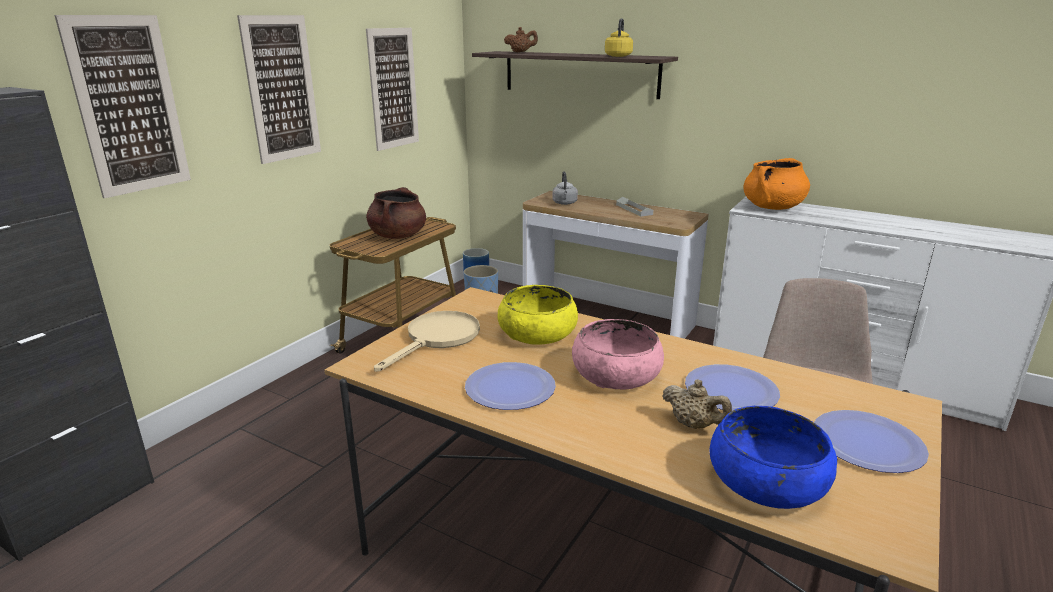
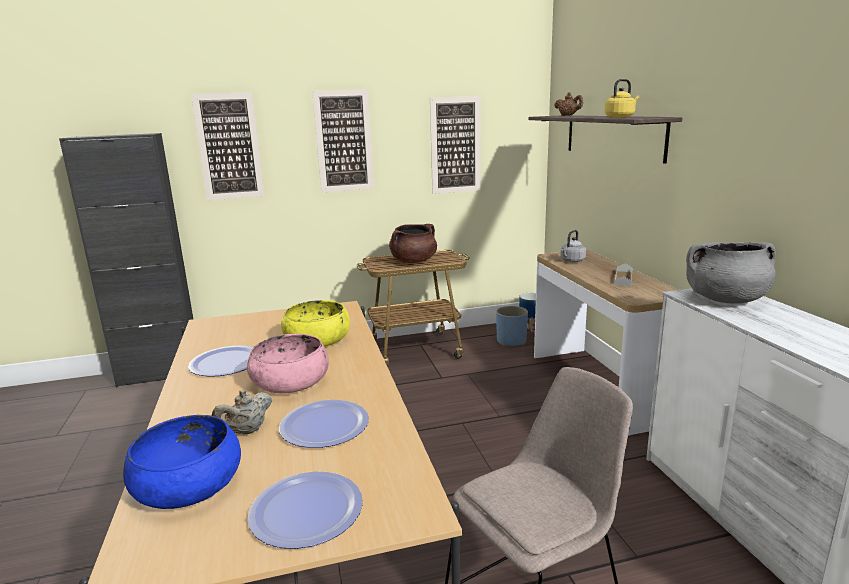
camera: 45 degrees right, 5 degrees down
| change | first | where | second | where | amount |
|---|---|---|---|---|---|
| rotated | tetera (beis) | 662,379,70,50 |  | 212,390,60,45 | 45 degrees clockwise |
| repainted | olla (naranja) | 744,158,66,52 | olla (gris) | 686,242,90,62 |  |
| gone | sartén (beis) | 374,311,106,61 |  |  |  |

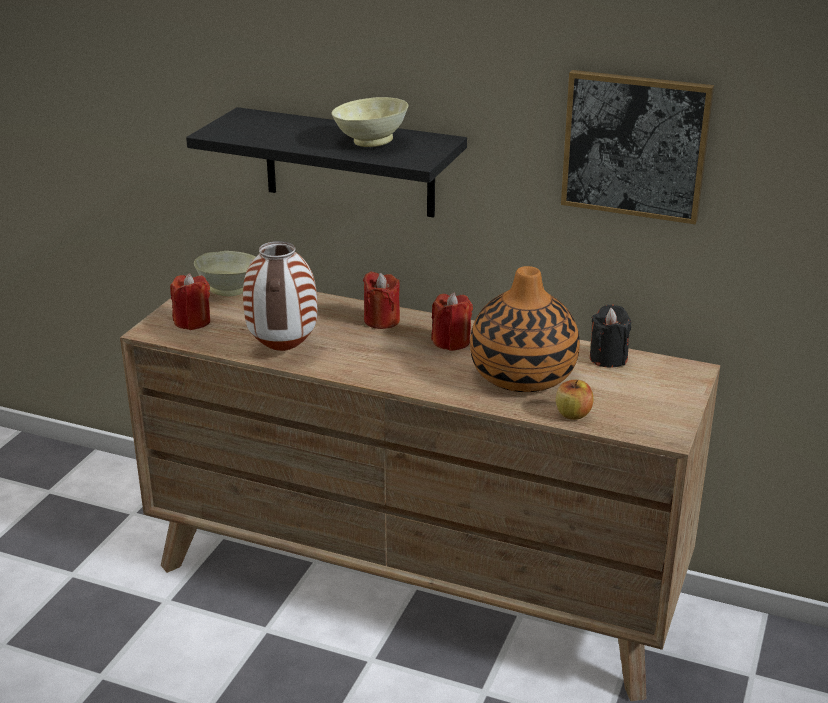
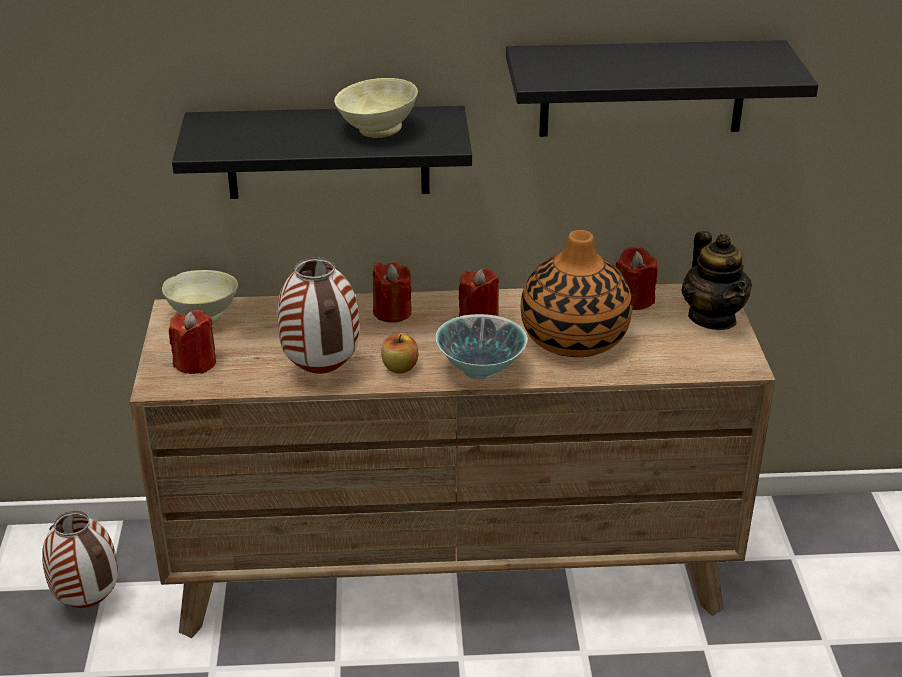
camera: 25 degrees left, 5 degrees up
| change | first | where | second | where | amount |
|---|---|---|---|---|---|
| new |  |  | florero | 42,511,76,97 |  |
| shifted | manzana | 556,380,37,40 |  | 381,333,38,41 |  |
| new |  |  | cuenco | 435,314,92,65 |  |
| swapped | cuadro | 561,70,153,154 | estante (negro) | 506,40,312,97 |  |
| repainted | vela (negro) | 590,304,41,64 | vela (rojo) | 616,247,41,63 |  |
| new |  |  | tetera | 682,231,70,99 |  |

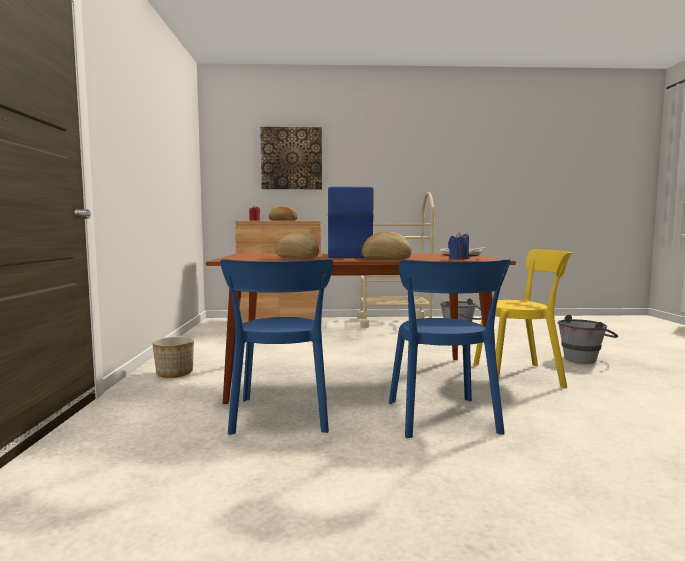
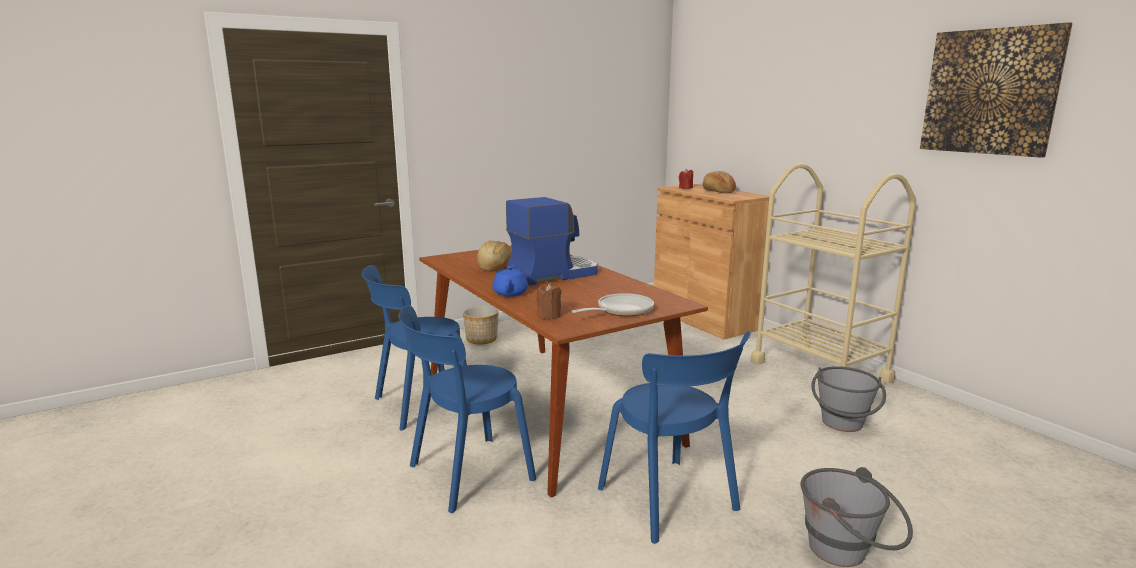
camera: 60 degrees right, 10 degrees up
| change | first | where | second | where | amount |
|---|---|---|---|---|---|
| swapped | pan | 362,232,49,28 | tetera (azul) | 492,265,36,32 |  |
| repainted | vela (azul) | 448,232,21,27 | vela (marrón) | 537,283,24,36 |  |
| repainted | silla (amarillo) | 473,249,100,139 | silla (azul) | 598,331,152,213 |  |
| shifted | cuadro | 260,127,62,62 |  | 920,22,153,136 |  |

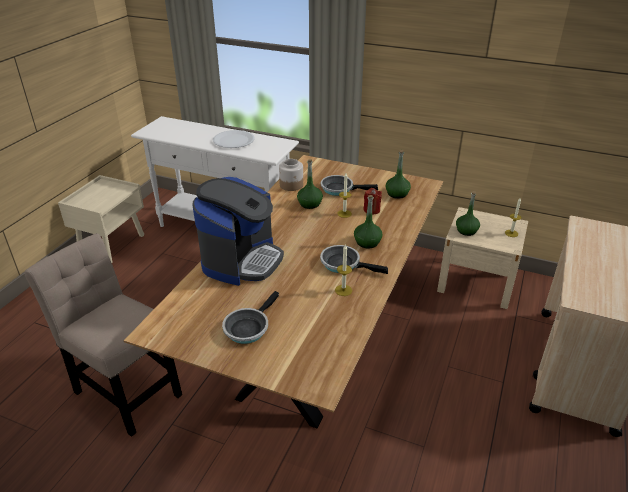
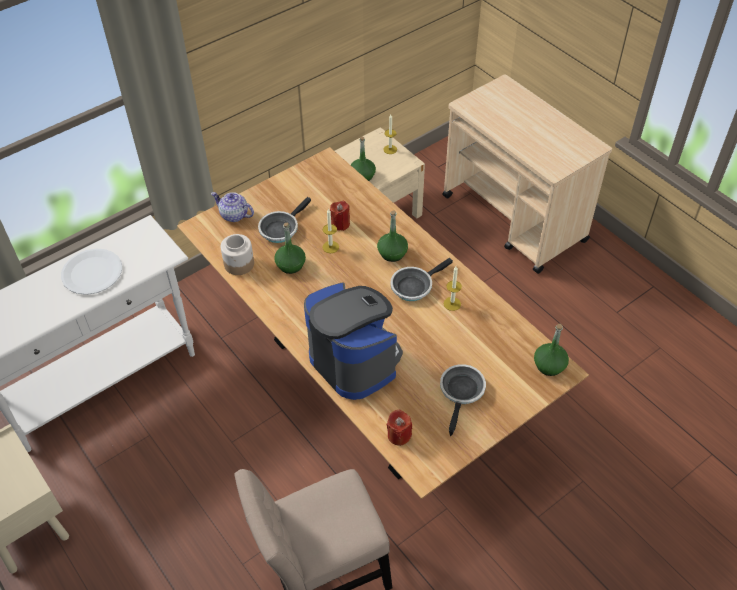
camera: 60 degrees left, 15 degrees up
| change | first | where | second | where | amount |
|---|---|---|---|---|---|
| new |  |  | tetera | 211,192,43,30 |  |
| new |  |  | vela (rojo) | 387,409,25,37 |  |
| rotated | sartén | 222,291,57,53 |  | 440,364,46,72 | 135 degrees counterclockwise |
| shifted | botella (verde) | 386,150,25,49 |  | 534,324,35,52 |  |

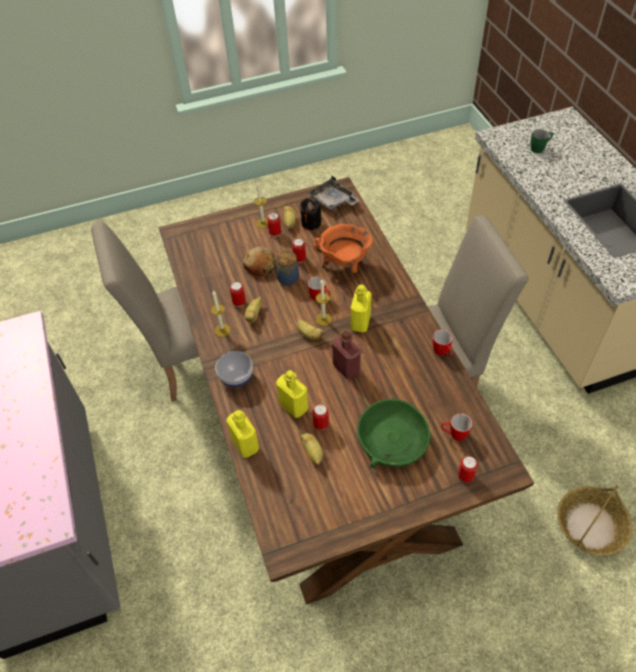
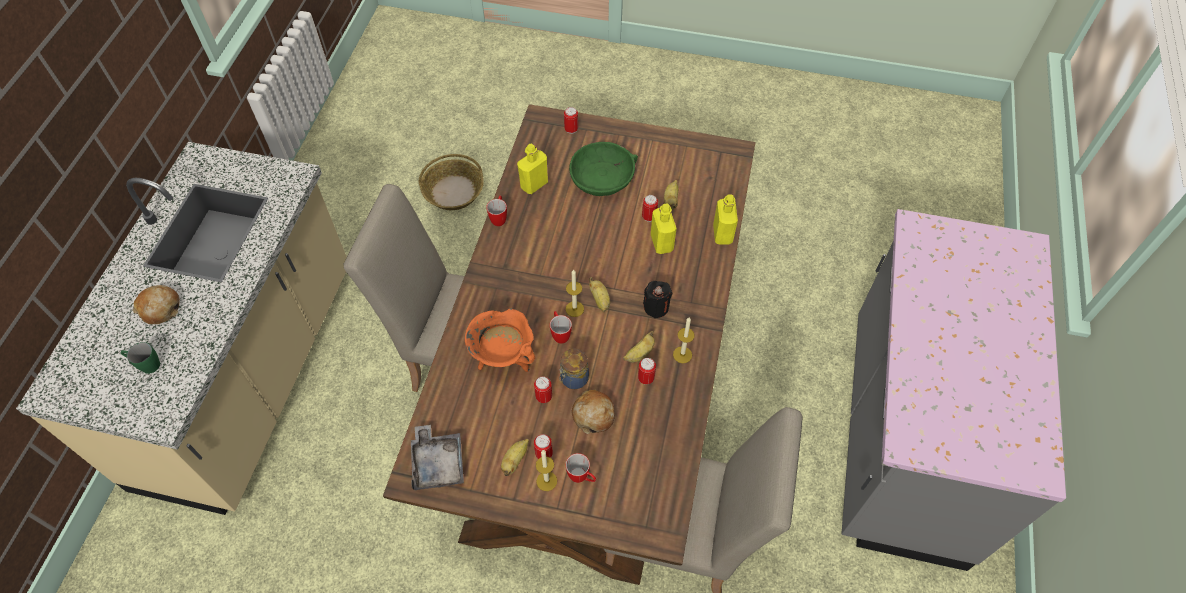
camera: 150 degrees left, 5 degrees up
| change | first | where | second | where | amount |
|---|---|---|---|---|---|
| new |  |  | pan | 133,285,47,39 |  |
| shifted | botella (amarillo) | 351,284,21,48 |  | 517,143,31,51 |  |
| shifted | taza grande | 441,413,32,28 |  | 566,453,30,30 |  |
| shifted | vela (negro) | 301,198,20,32 |  | 643,281,29,37 |  |
| gone | cuenco | 215,351,38,37 |  |  |  |
| gone | botella (rojo) | 332,331,29,48 |  |  |  |

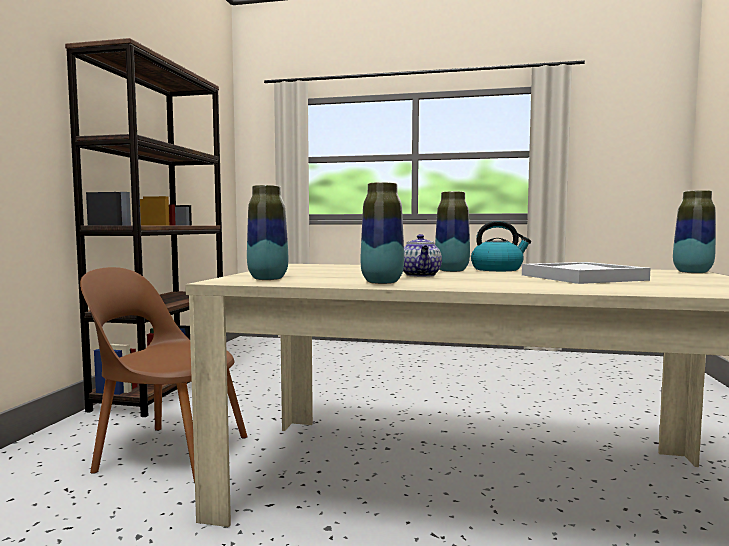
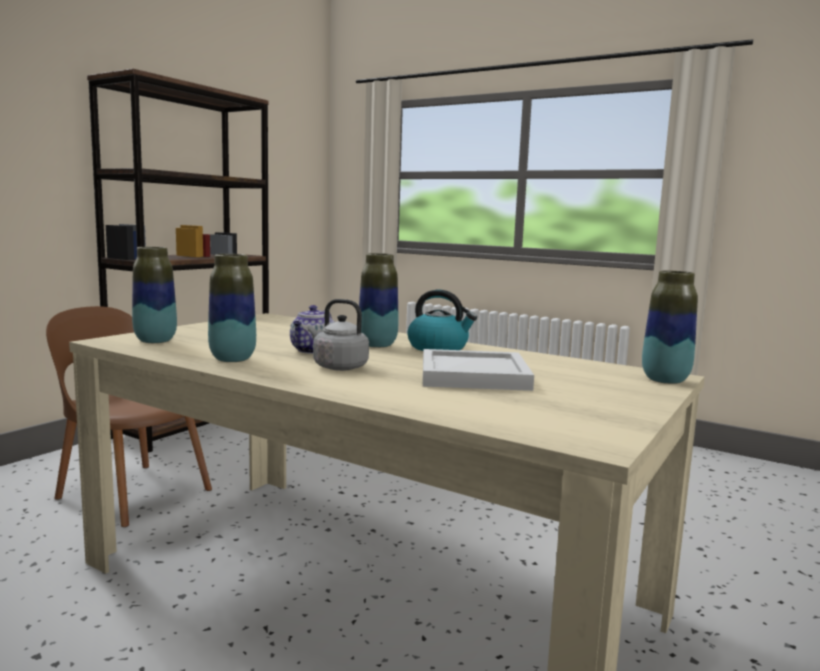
camera: 20 degrees right, 5 degrees up
| change | first | where | second | where | amount |
|---|---|---|---|---|---|
| new |  |  | hervidor (gris) | 308,299,61,72 |  |

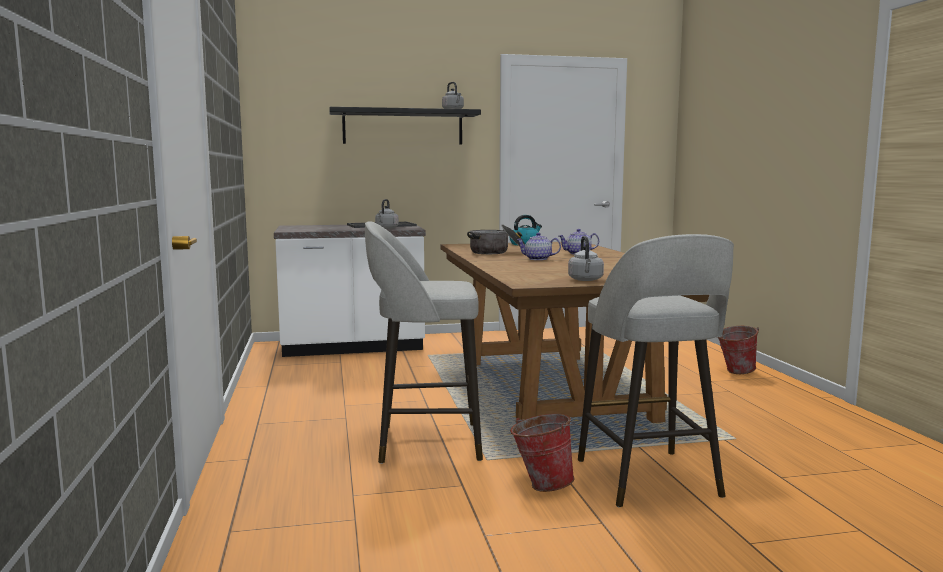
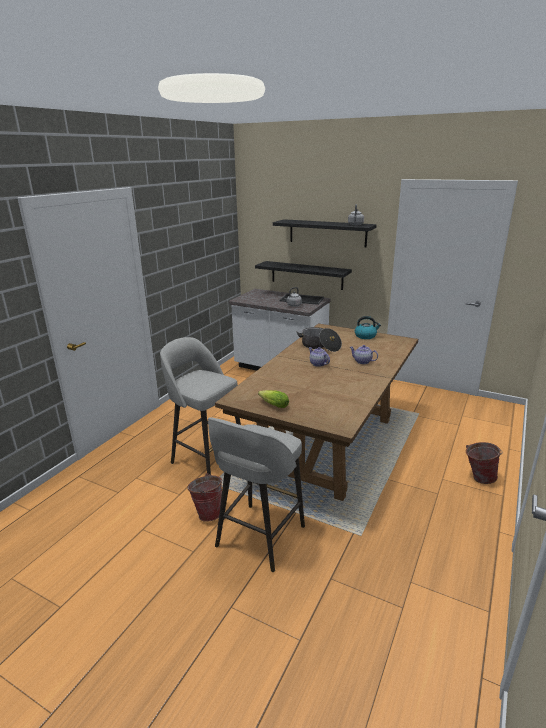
camera: 40 degrees right, 15 degrees up
| change | first | where | second | where | amount |
|---|---|---|---|---|---|
| new |  |  | estante (negro) | 255,261,97,29 |  |
| swapped | hervidor (gris) | 568,236,36,45 | lechuga | 258,390,31,18 |  |

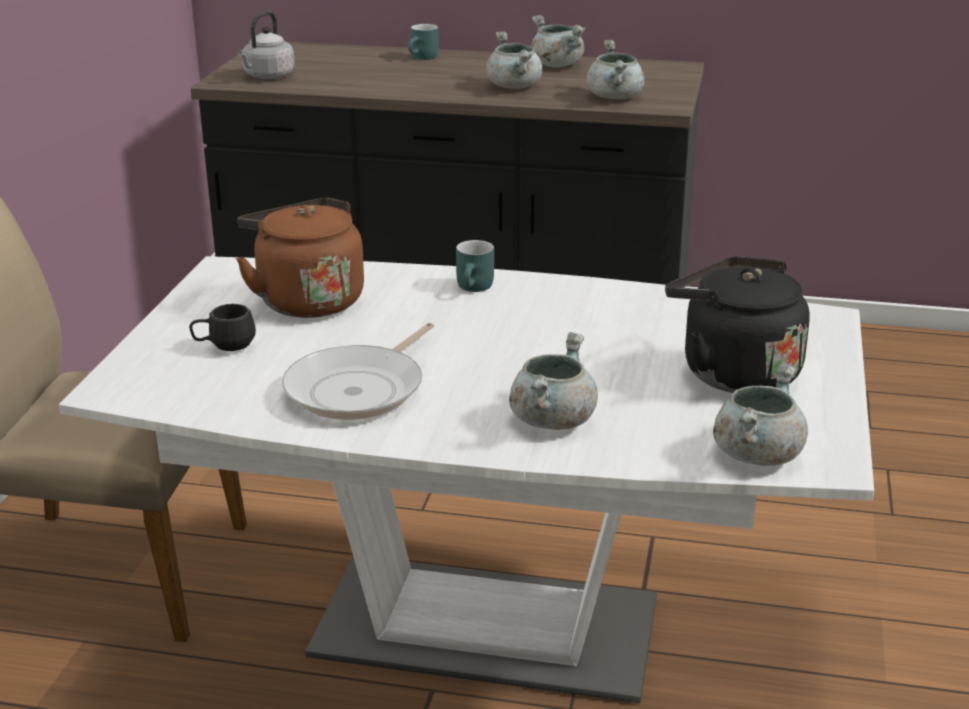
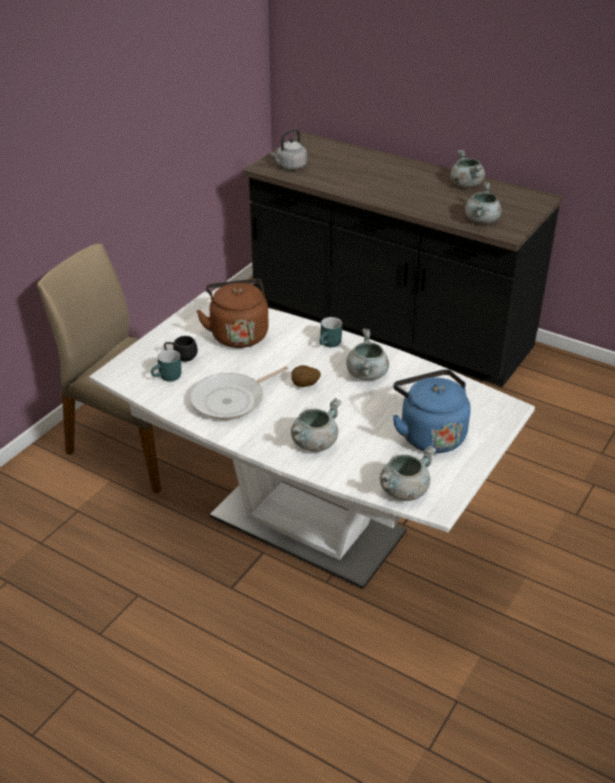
camera: 20 degrees right, 10 degrees up
| change | first | where | second | where | amount |
|---|---|---|---|---|---|
| shifted | taza grande (turquesa) | 408,24,30,36 |  | 151,350,31,32 |  |
| new |  |  | patata | 291,365,30,22 |  |
| shifted | olla (gris) | 486,31,56,58 |  | 346,329,43,51 |  |
| repainted | hervidor (negro) | 665,256,145,137 | hervidor (azul) | 393,369,78,84 |  |

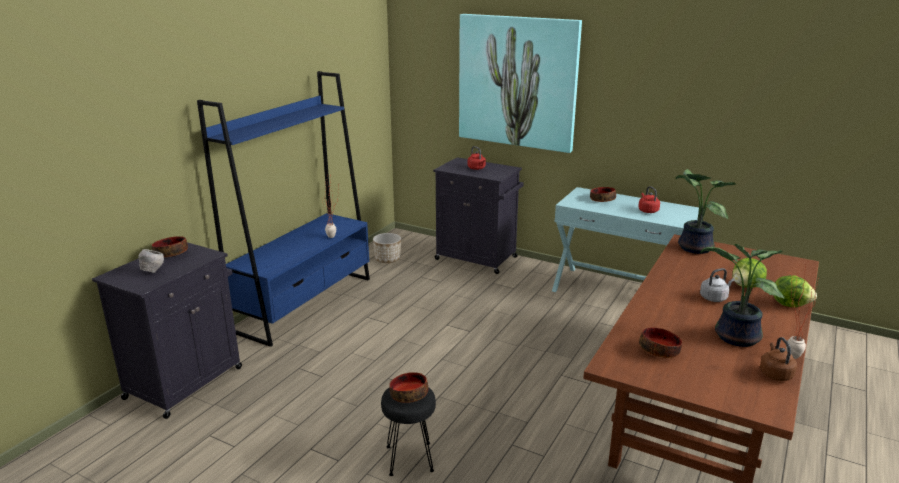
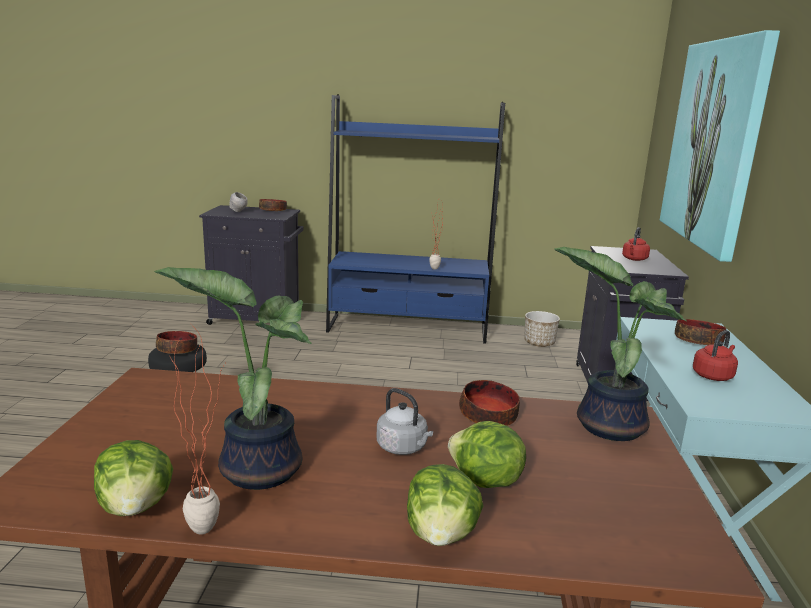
camera: 65 degrees right, 5 degrees down
| change | first | where | second | where | amount |
|---|---|---|---|---|---|
| swapped | hervidor (marrón) | 760,337,37,44 | lechuga | 94,440,79,76 |  |
| shifted | cuenco | 639,327,43,31 |  | 459,380,61,46 |  |

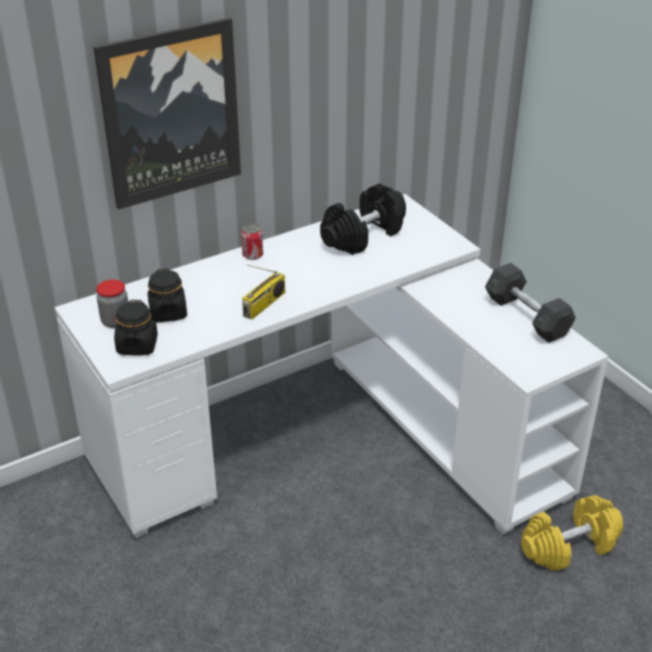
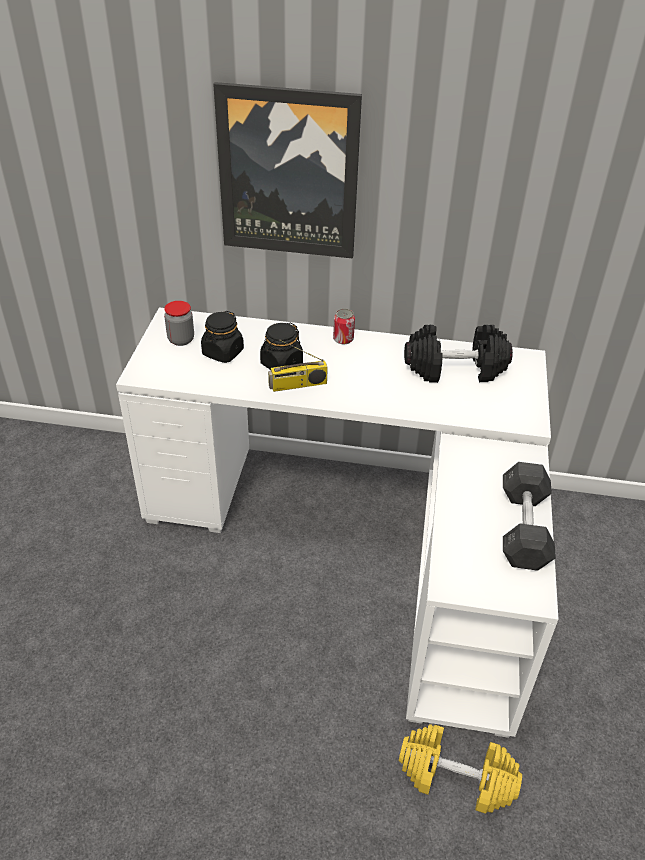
camera: 40 degrees right, 5 degrees up
| change | first | where | second | where | amount |
|---|---|---|---|---|---|
| shifted | tarro (negro) | 114,300,44,55 |  | 260,322,43,48 |  |

